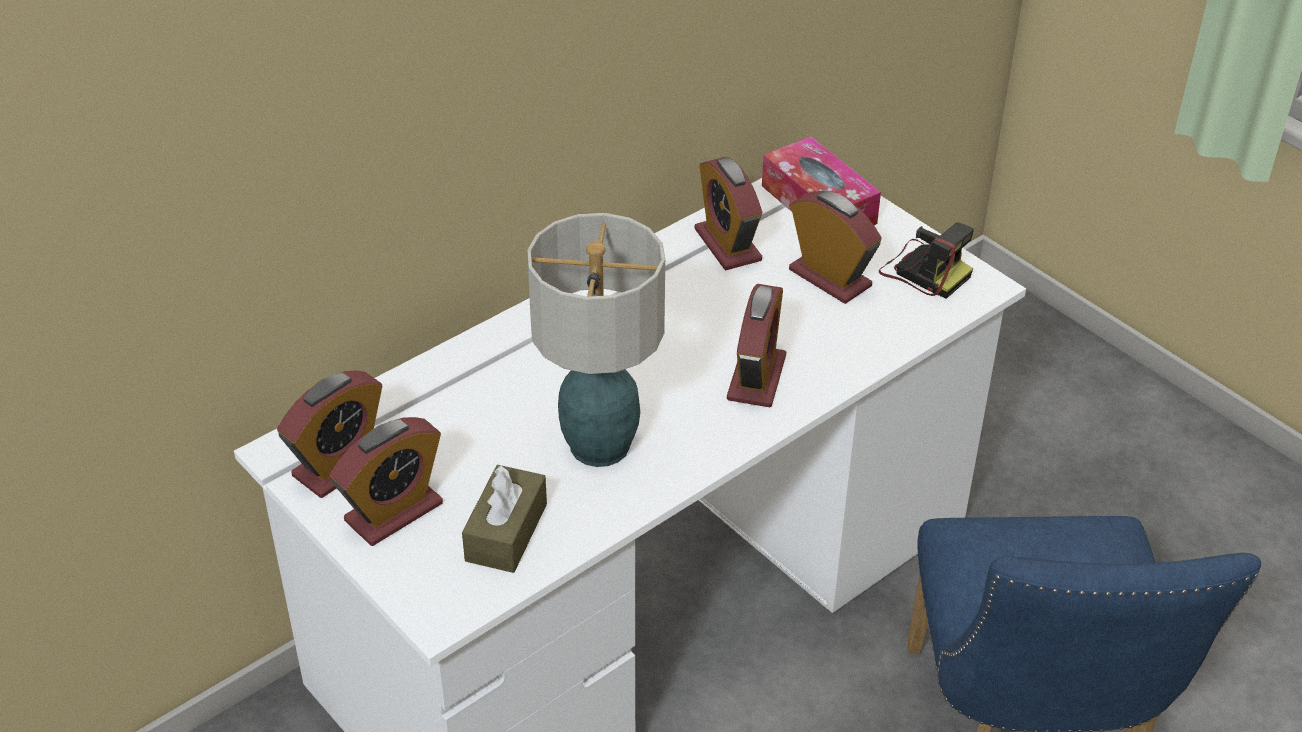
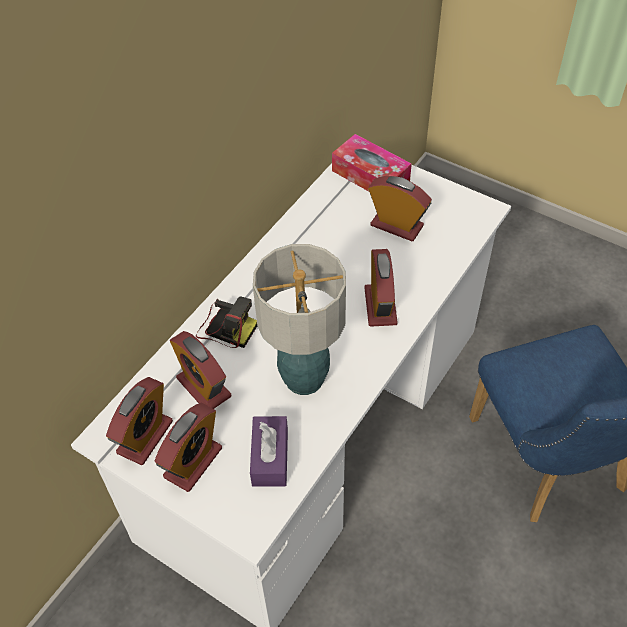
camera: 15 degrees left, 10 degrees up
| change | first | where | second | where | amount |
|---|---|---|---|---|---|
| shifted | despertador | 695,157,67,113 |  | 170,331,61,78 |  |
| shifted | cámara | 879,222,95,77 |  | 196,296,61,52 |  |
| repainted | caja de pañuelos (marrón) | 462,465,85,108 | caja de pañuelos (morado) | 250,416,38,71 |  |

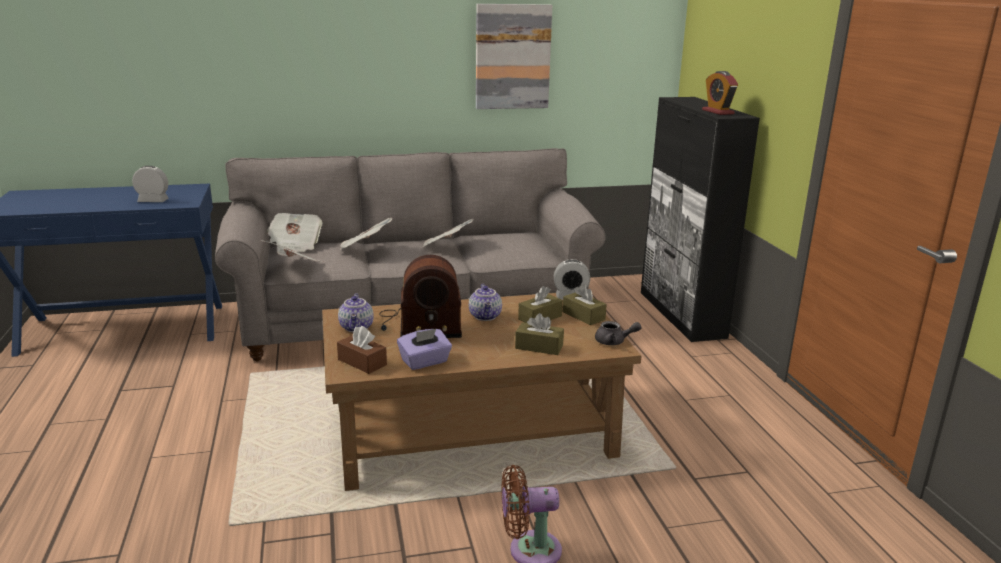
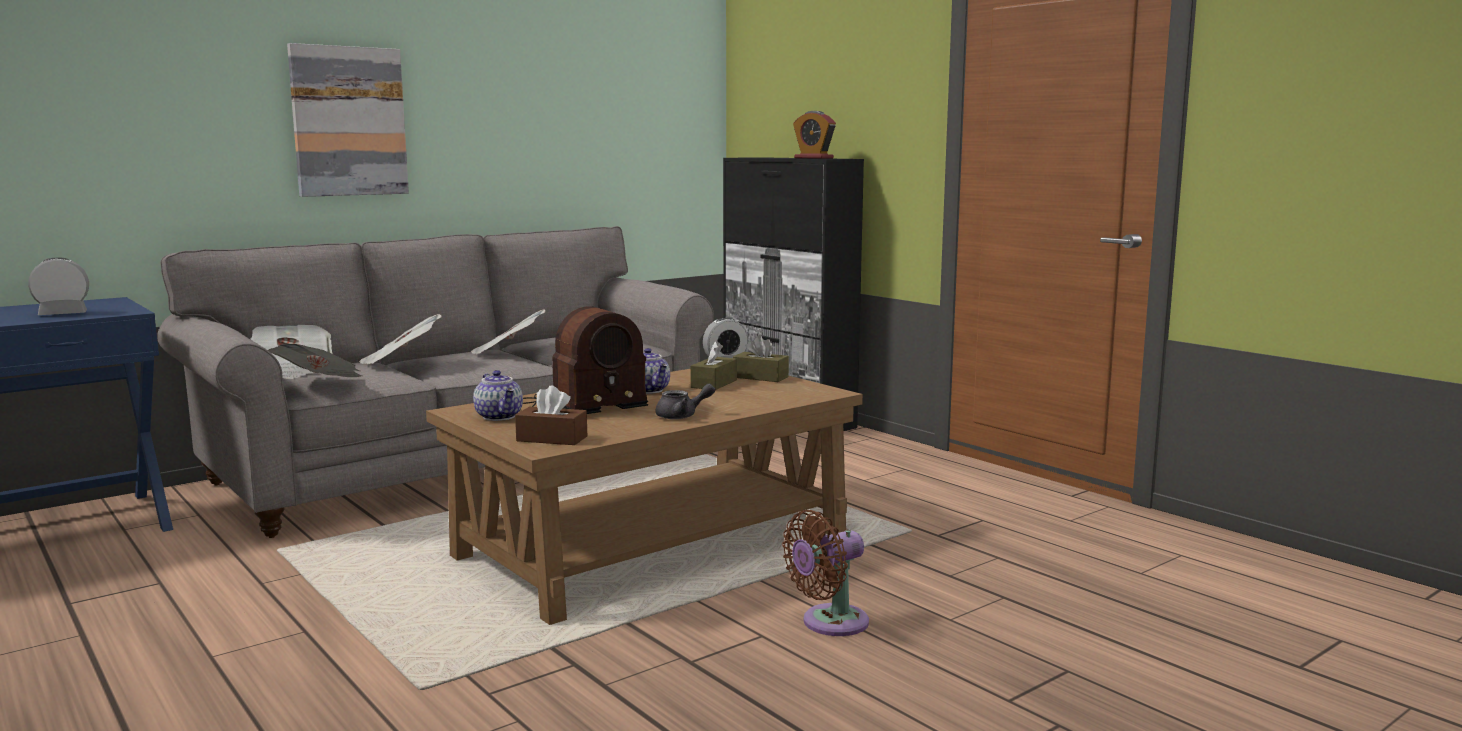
camera: 25 degrees left, 10 degrees down
| change | first | where | second | where | amount |
|---|---|---|---|---|---|
| shifted | cuadro | 476,4,76,105 |  | 287,43,122,154 |  |
| shifted | tetera (gris) | 595,321,47,24 |  | 656,384,59,35 |  |
| gone | caja de pañuelos (morado) | 397,329,55,41 |  |  |  |
| gone | caja de pañuelos (marrón) | 515,313,49,42 |  |  |  |

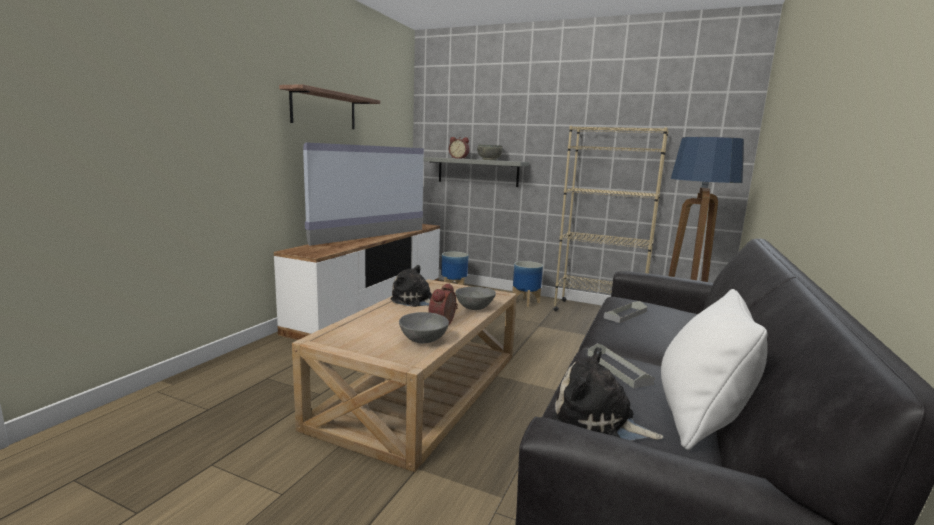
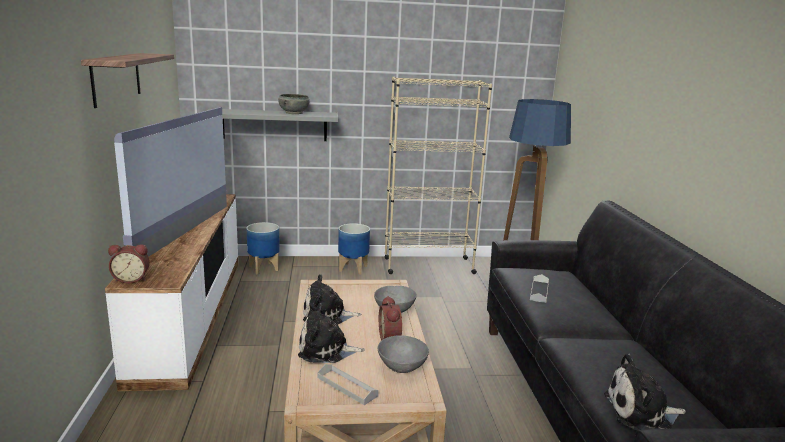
camera: 30 degrees left, 5 degrees up
| change | first | where | second | where | amount |
|---|---|---|---|---|---|
| shifted | despertador | 449,137,20,22 |  | 108,244,42,39 |  |
| new |  |  | peluche | 298,303,67,60 |  |
| shifted | bandeja (gris) | 587,343,68,45 |  | 317,364,62,41 |  |
| gone | cojín (blanco) | 661,289,107,161 |  |  |  |

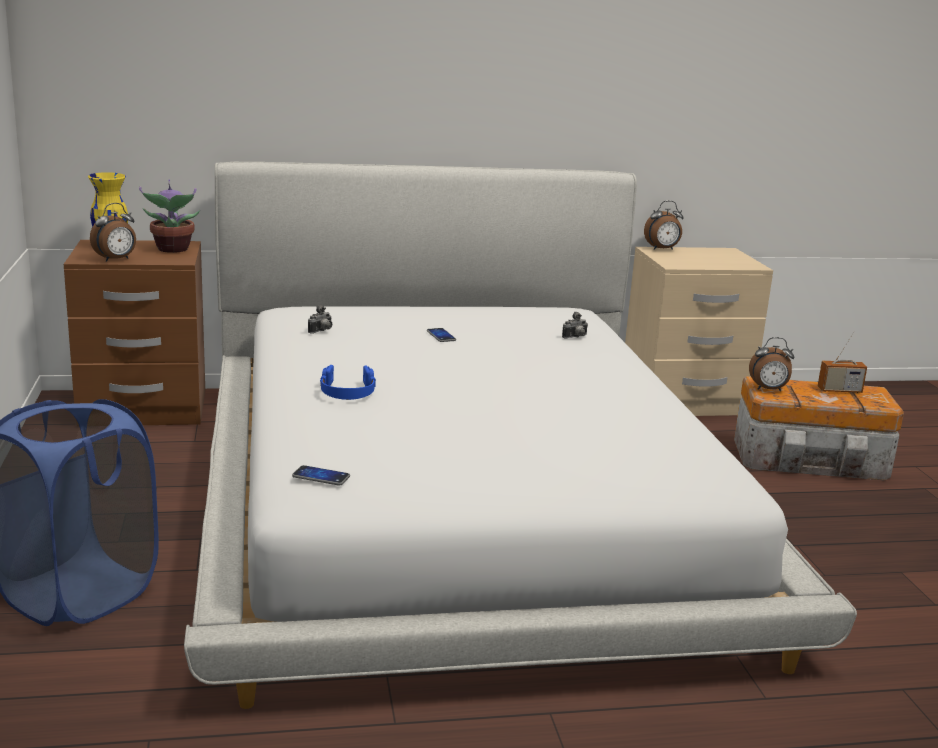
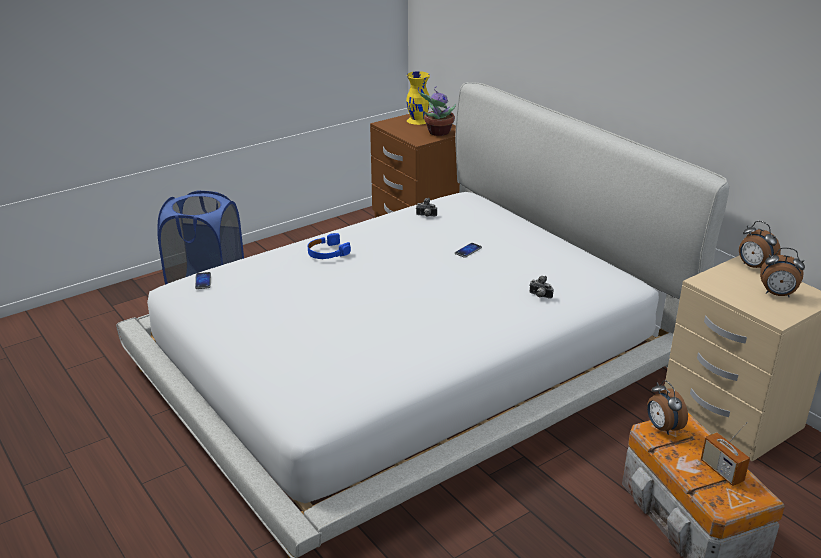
camera: 65 degrees right, 10 degrees up
| change | first | where | second | where | amount |
|---|---|---|---|---|---|
| shifted | despertador | 90,203,46,59 |  | 760,248,45,49 |  |

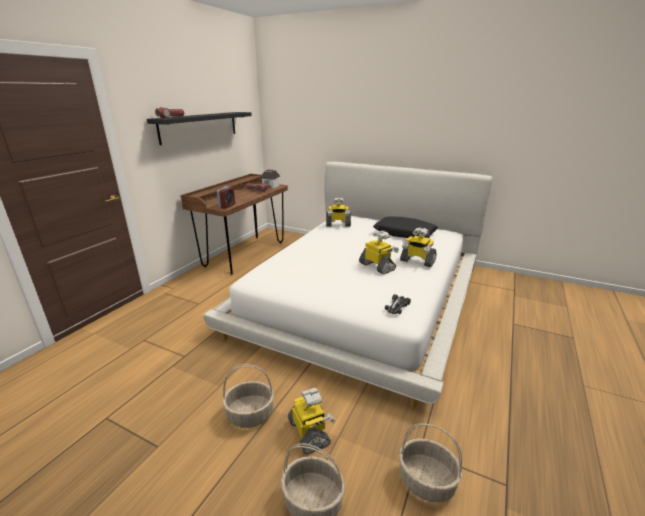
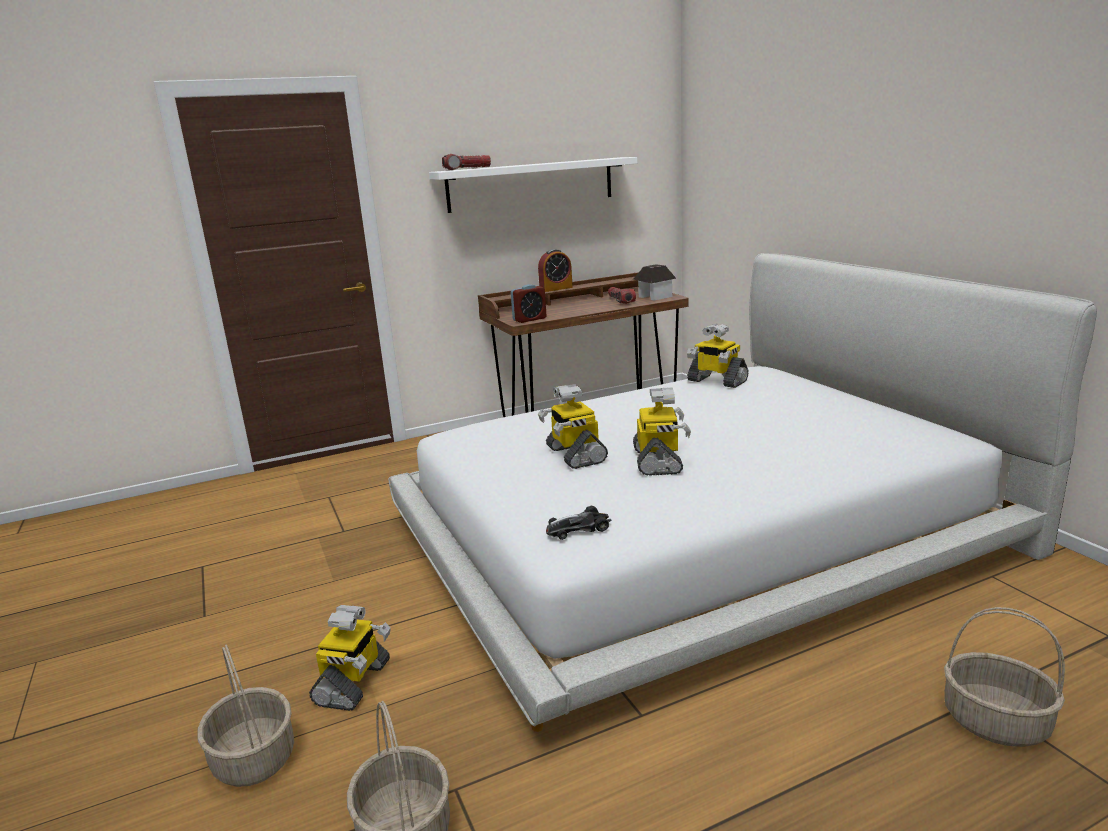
camera: 40 degrees right, 5 degrees down
| change | first | where | second | where | amount |
|---|---|---|---|---|---|
| repainted | estante (negro) | 147,112,105,33 | estante (blanco) | 429,157,208,56 |  |
| new |  |  | despertador | 538,249,35,43 |  |
| shifted | robot de juguete | 400,227,37,40 |  | 538,384,70,85 |  |
| shifted | cesta | 223,364,51,64 |  | 944,607,121,140 |  |
| gone | cojín (negro) | 373,216,65,22 |  |  |  |

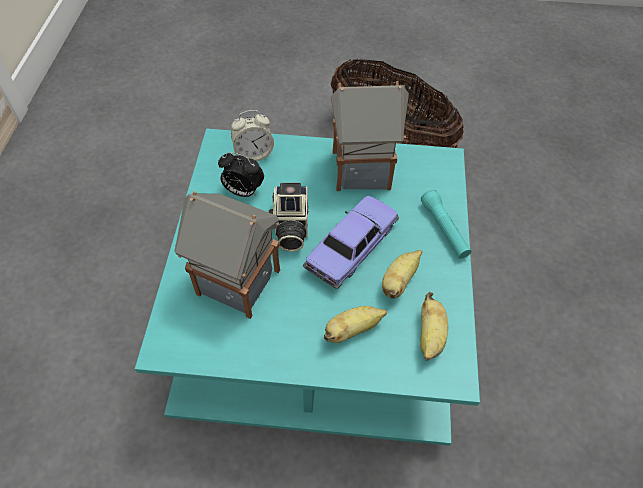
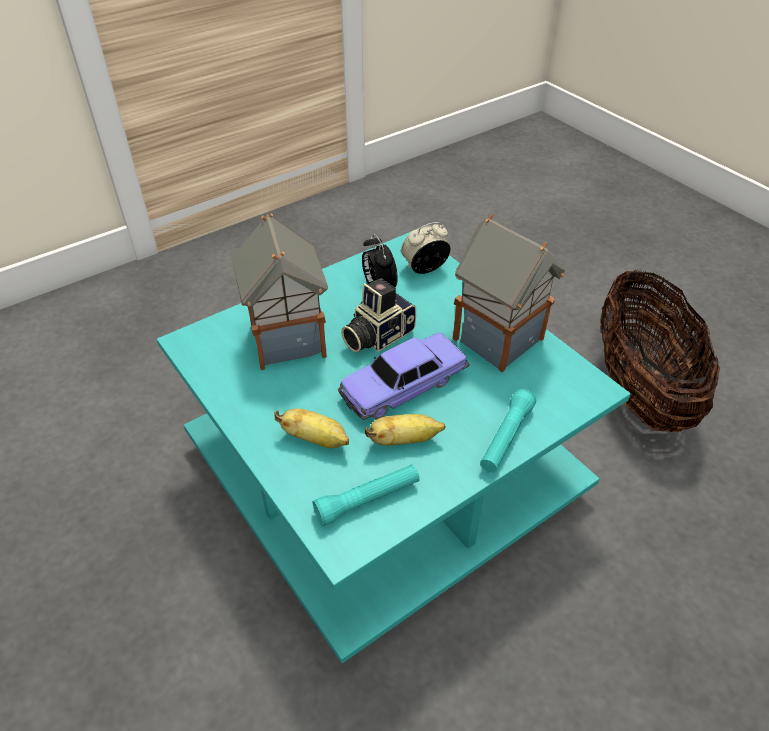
camera: 50 degrees right, 10 degrees down
| change | first | where | second | where | amount |
|---|---|---|---|---|---|
| swapped | plátano | 420,292,28,69 | linterna (turquesa) | 312,464,108,62 |  |
| rotated | coche de juguete | 303,196,96,93 |  | 338,332,132,88 | 150 degrees clockwise |
| rotated | despertador | 231,110,43,51 |  | 401,222,50,52 | 120 degrees clockwise |

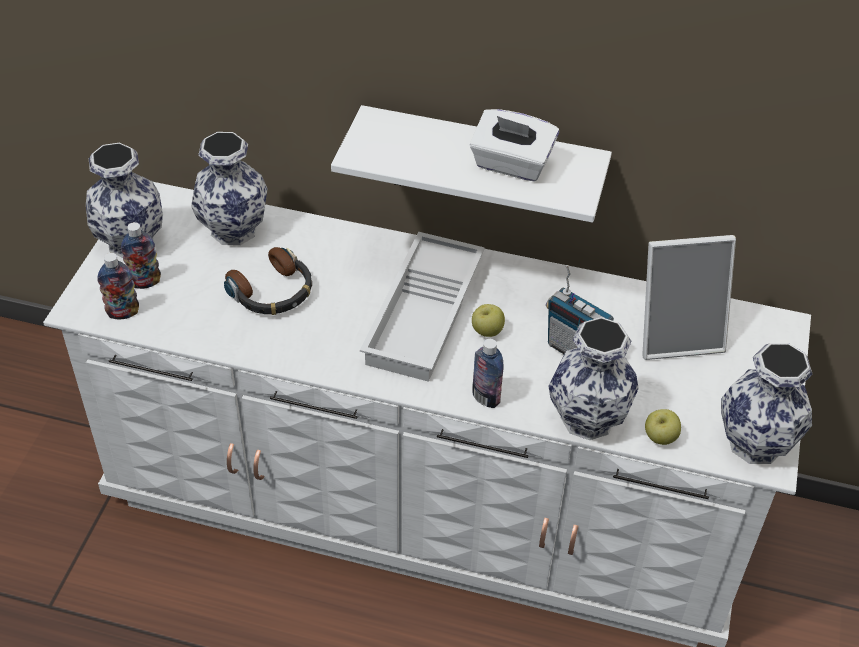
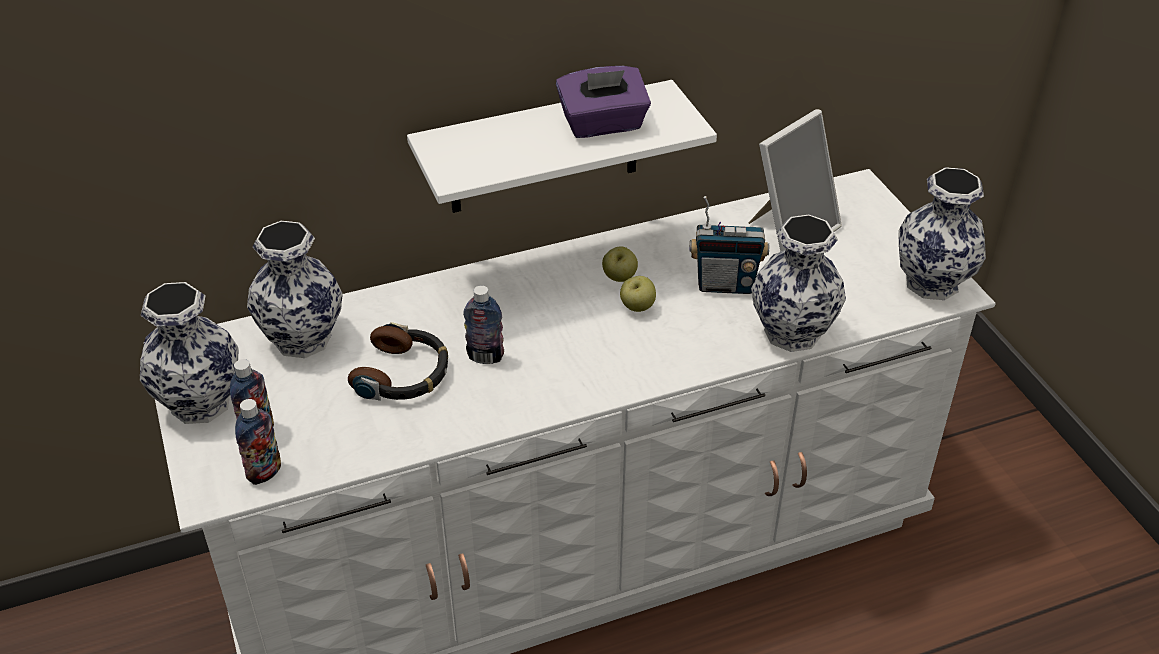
camera: 35 degrees left, 5 degrees down
| change | first | where | second | where | amount |
|---|---|---|---|---|---|
| shifted | botella | 472,339,32,69 |  | 463,285,41,79 |  |
| repainted | caja de pañuelos (blanco) | 470,109,89,73 | caja de pañuelos (morado) | 556,66,95,72 |  |
| shifted | manzana | 645,409,36,36 |  | 602,247,36,35 |  |
| gone | bandeja (blanco) | 360,232,125,150 |  |  |  |

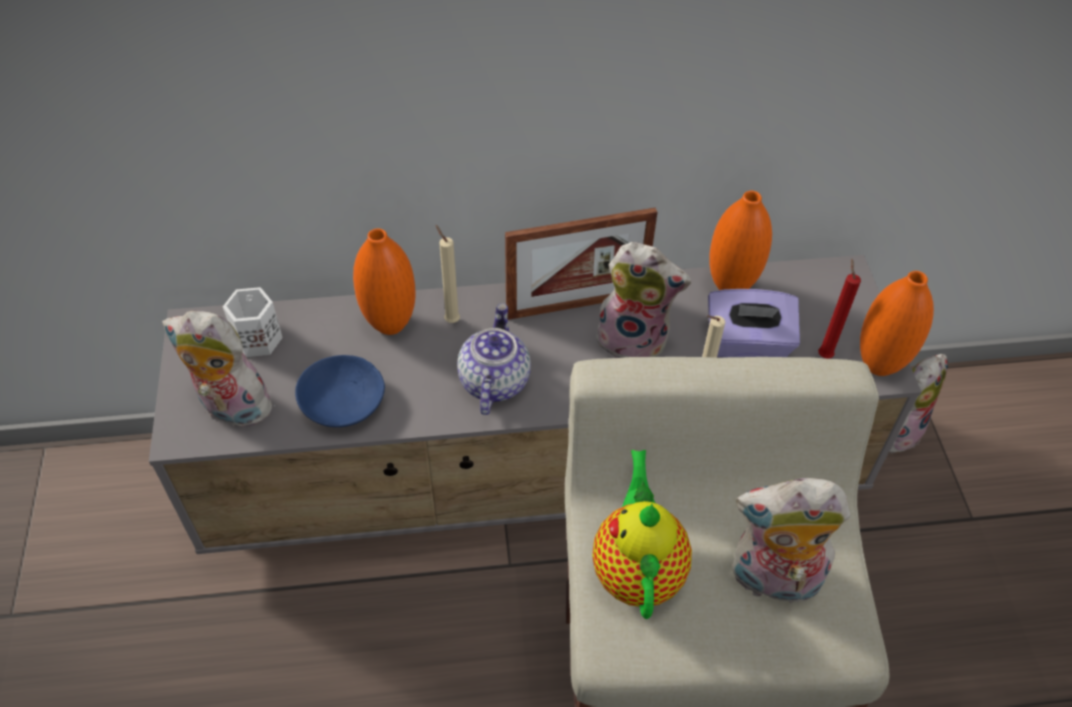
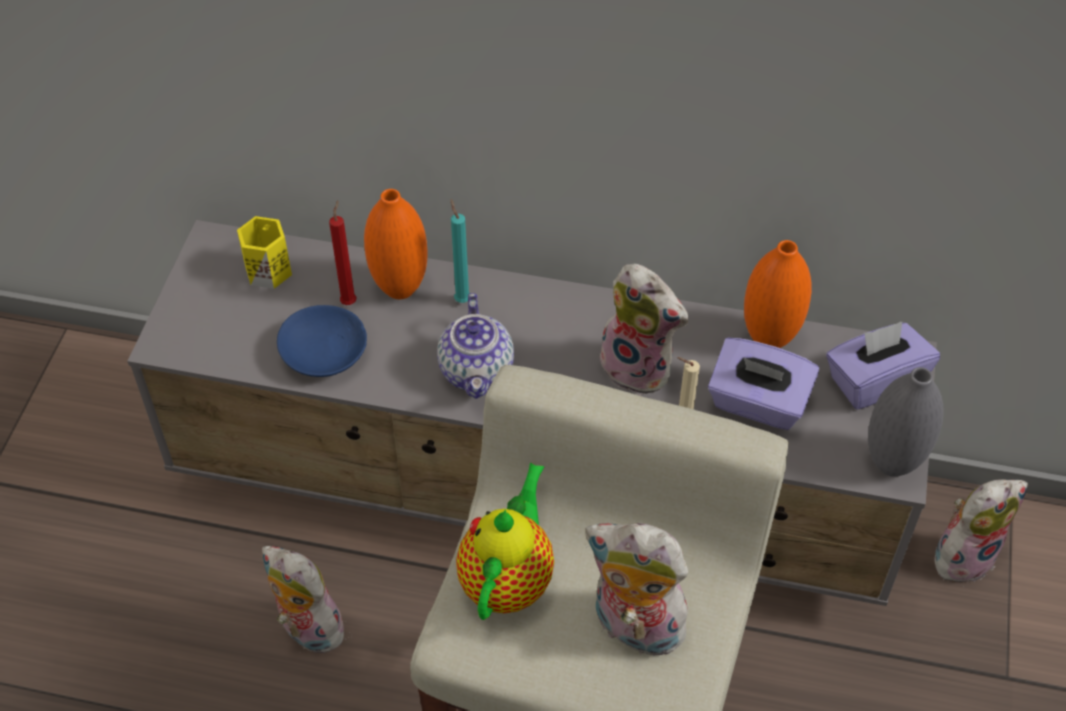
camera: 20 degrees right, 0 degrees up
| change | first | where | second | where | amount |
|---|---|---|---|---|---|
| repainted | taza grande (blanco) | 223,287,60,70 | taza grande (amarillo) | 237,216,55,73 |  |
| shifted | peluche | 162,311,115,120 |  | 262,546,84,107 |  |
| shifted | vela (rojo) | 818,258,43,101 |  | 329,200,27,105 |  |
| rotated | tetera | 457,303,74,112 |  | 437,293,77,106 | 150 degrees clockwise |
| repainted | vela (beis) | 435,225,25,98 | vela (turquesa) | 451,199,18,104 |  |
| new |  |  | caja de pañuelos (morado) | 826,322,114,88 |  |
| repainted | florero (naranja) | 860,271,74,105 | florero (gris) | 868,367,76,110 |  |
| gone | portarretratos | 505,208,152,112 |  |  |  |

